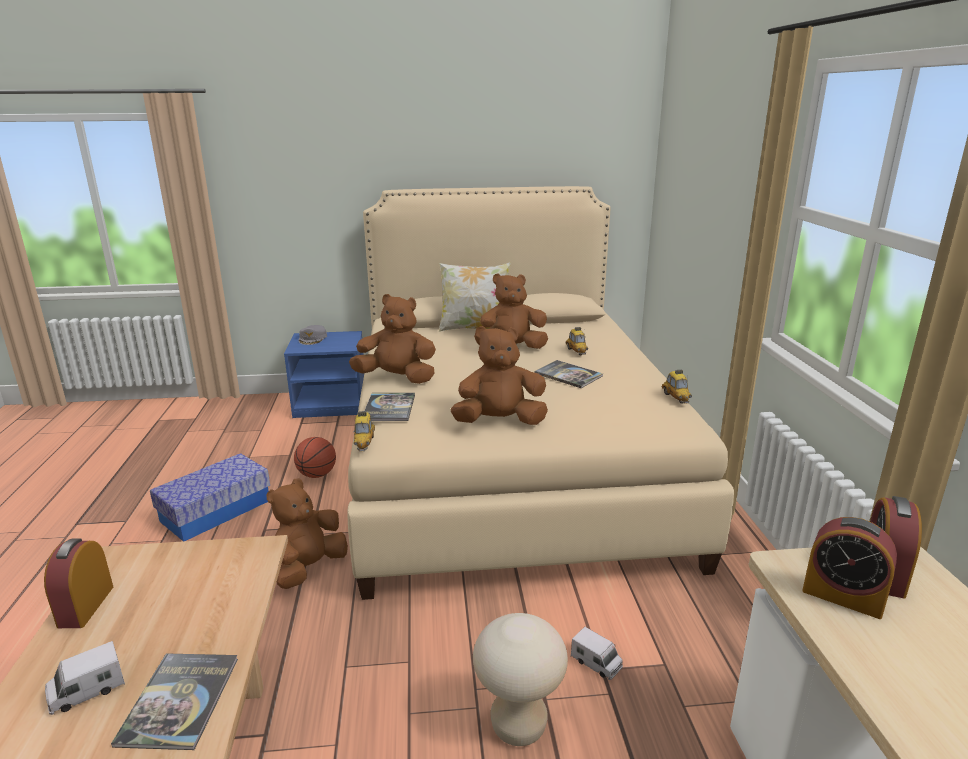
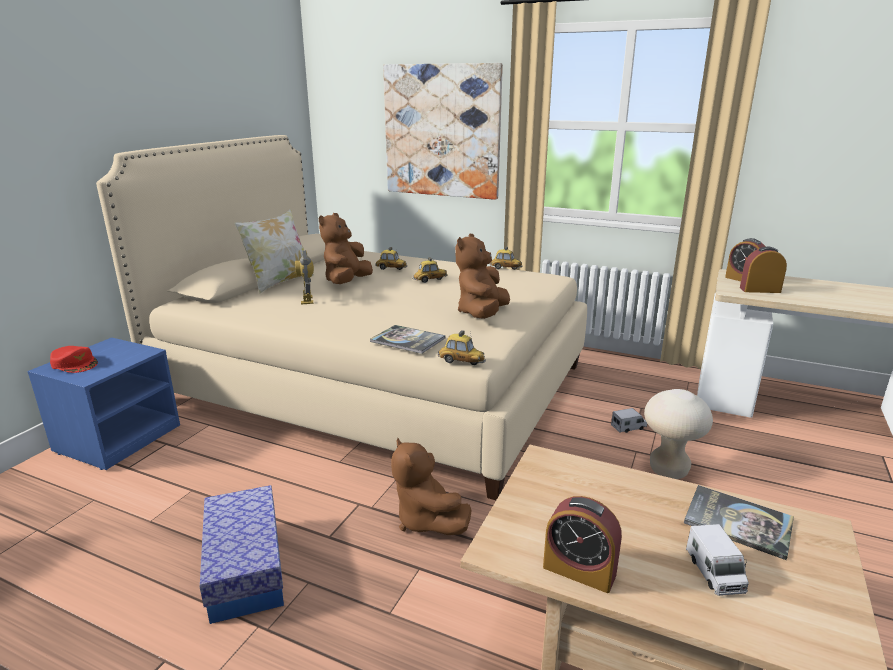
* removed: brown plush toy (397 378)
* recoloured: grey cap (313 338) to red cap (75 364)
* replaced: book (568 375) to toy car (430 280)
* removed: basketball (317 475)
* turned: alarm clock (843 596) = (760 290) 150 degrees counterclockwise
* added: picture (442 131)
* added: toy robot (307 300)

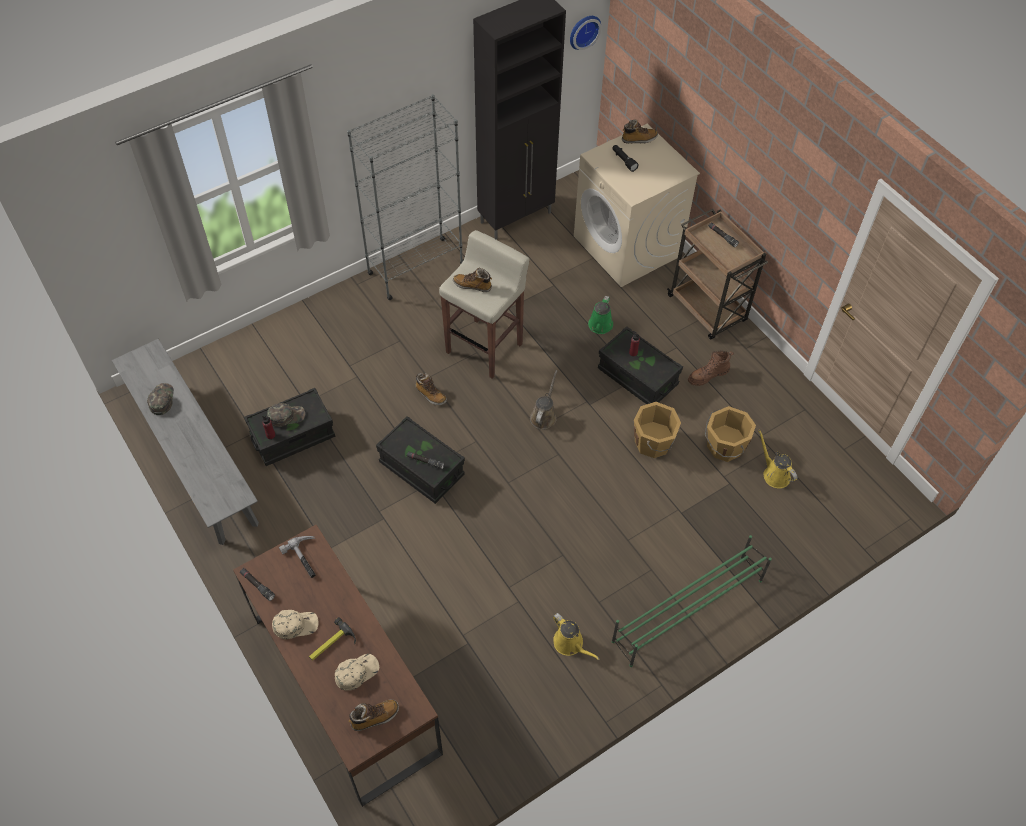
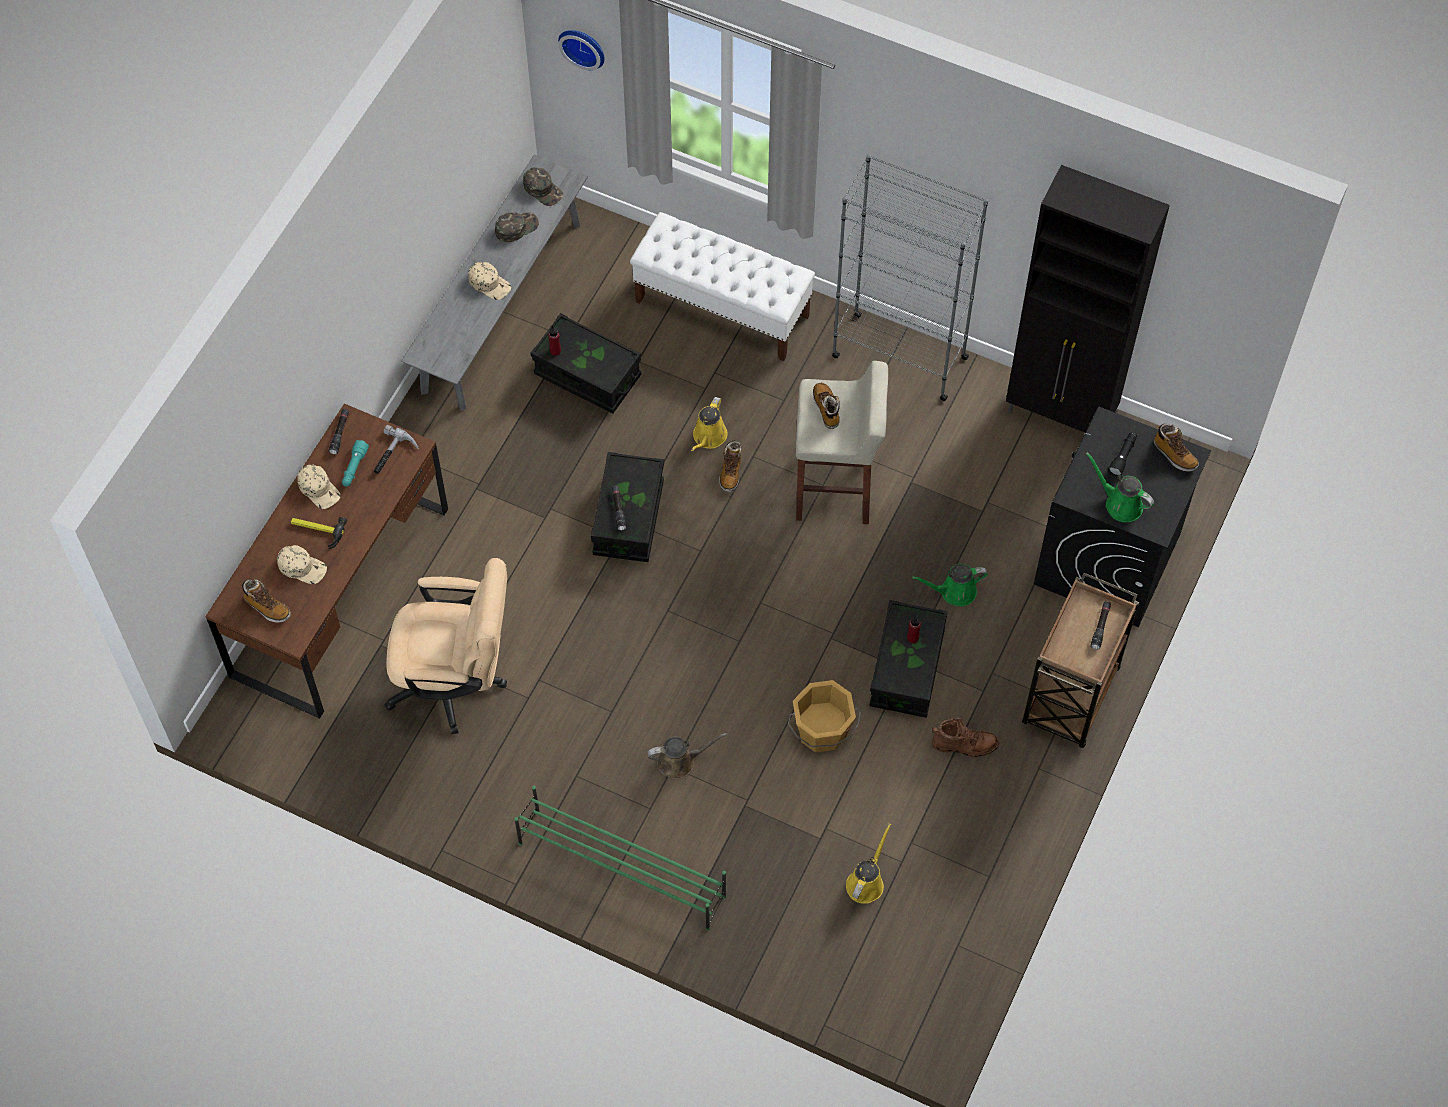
* moved: wall clock (583 31) to (583 46)
* recoloured: beige washing machine (628 246) to black washing machine (1107 560)
* turned: brown boot (708 375) = (964 745) 150 degrees clockwise
* moved: brown watering can (544 416) to (680 761)
* moved: green cap (286 416) to (543 189)
* removed: orange bucket (724 446)
* moved: yellow watering can (570 644) to (708 437)
* added: white bench (723 309)
* added: beige cap (489 283)
* added: turquoise flashlight (354 467)
* added: green watering can (1120 503)
* added: beige office chair (456 682)

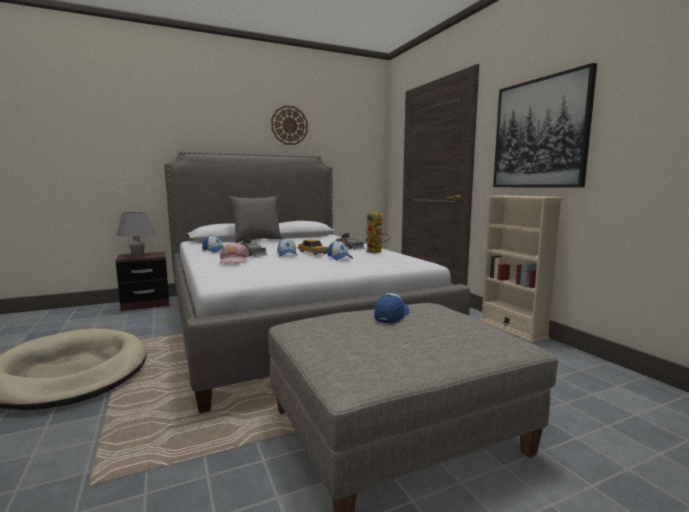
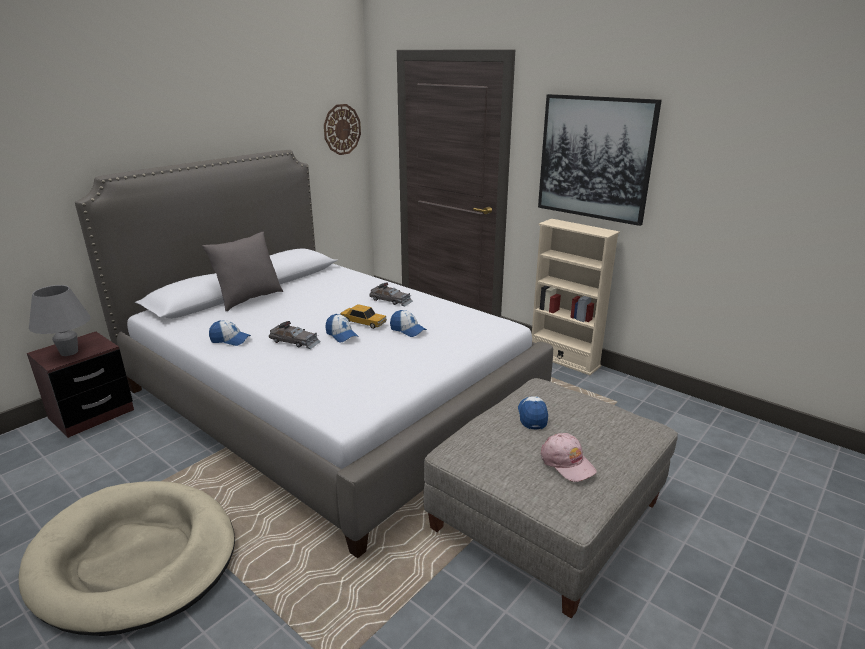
* moved: wall clock (289 125) to (342 129)
* removed: toy robot (377 252)
* moved: pink cap (234 260) to (567 463)

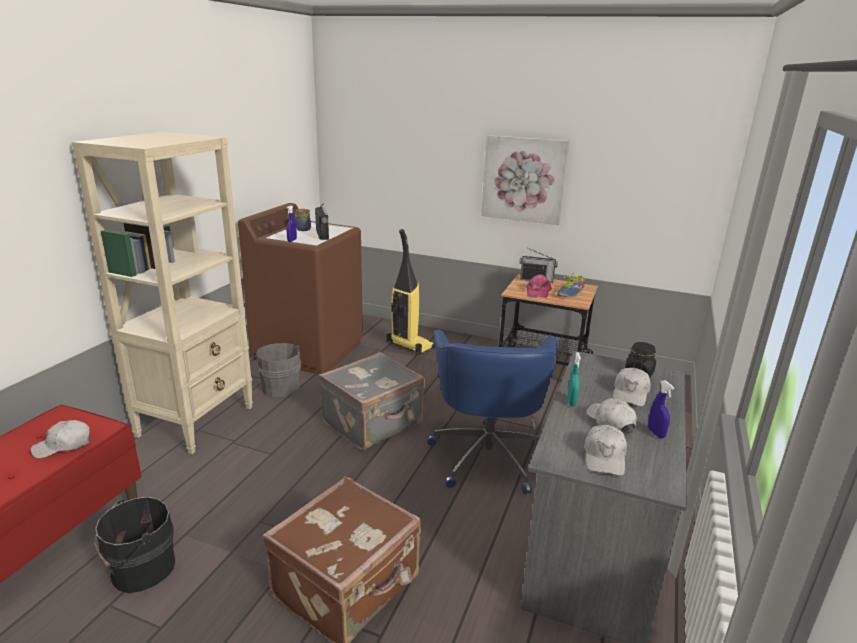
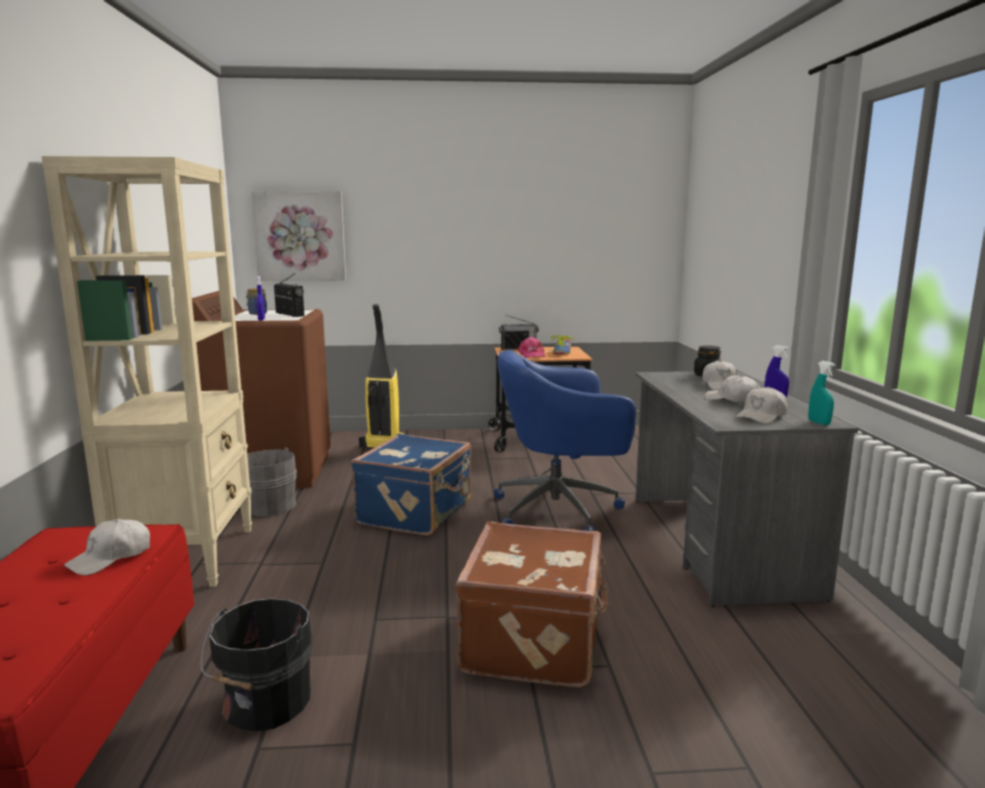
* moved: picture (524 179) to (300 236)
* turned: blue office chair (487 455) = (560 510) 105 degrees clockwise
* recoloured: grey suitcase (374 423) to blue suitcase (417 513)
* moved: turquoise spray bottle (571 402) to (819 423)
* turned: white cap (604 457) = (762 416) 60 degrees clockwise

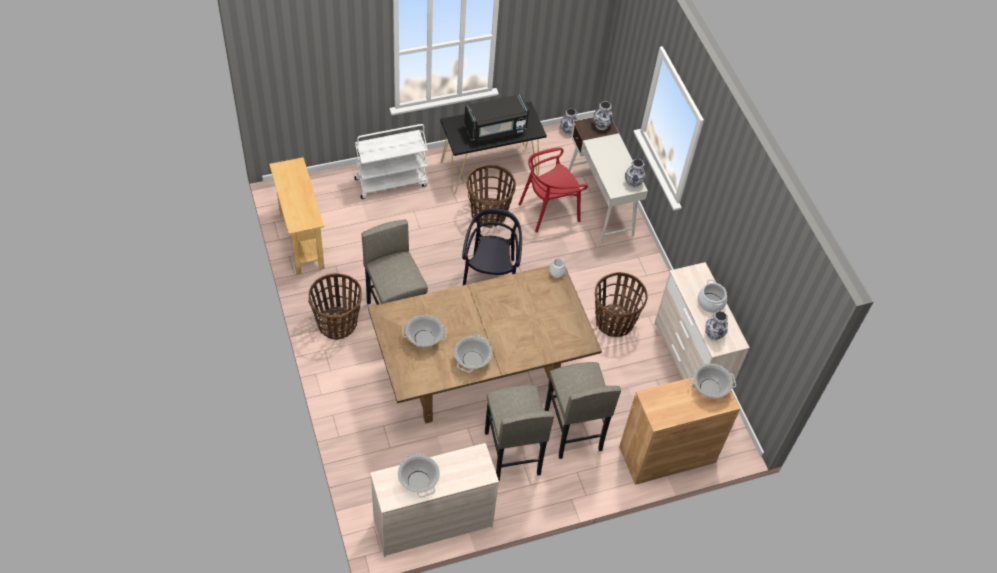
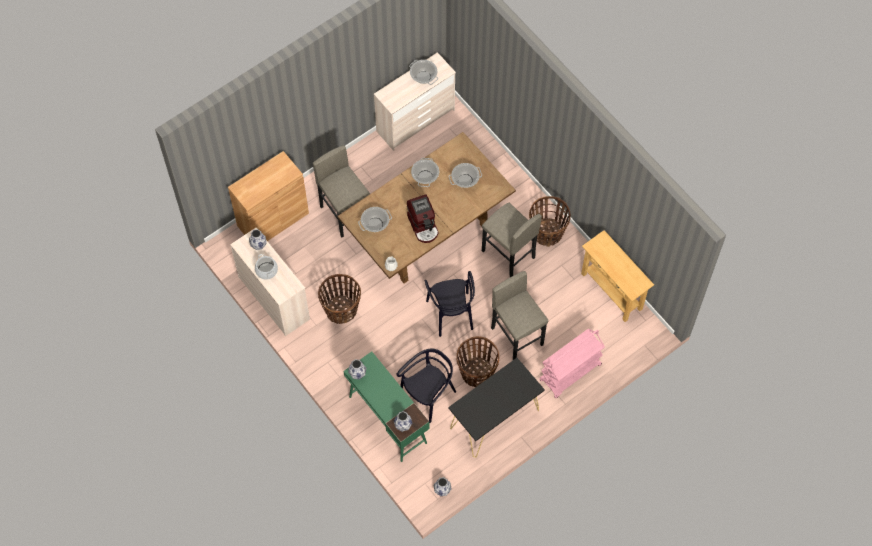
* removed: black microwave (495 129)
* recoloured: white desk (600 203) to green desk (387 419)
* recoloured: white cart (391 182) to pink cart (570 373)
* recoloured: red chair (549 210) to black chair (428 395)
* moved: cooking pot (709 388) to (375 224)
* moved: grey stool (512 453) to (517 336)
* added: coffee machine (423 225)

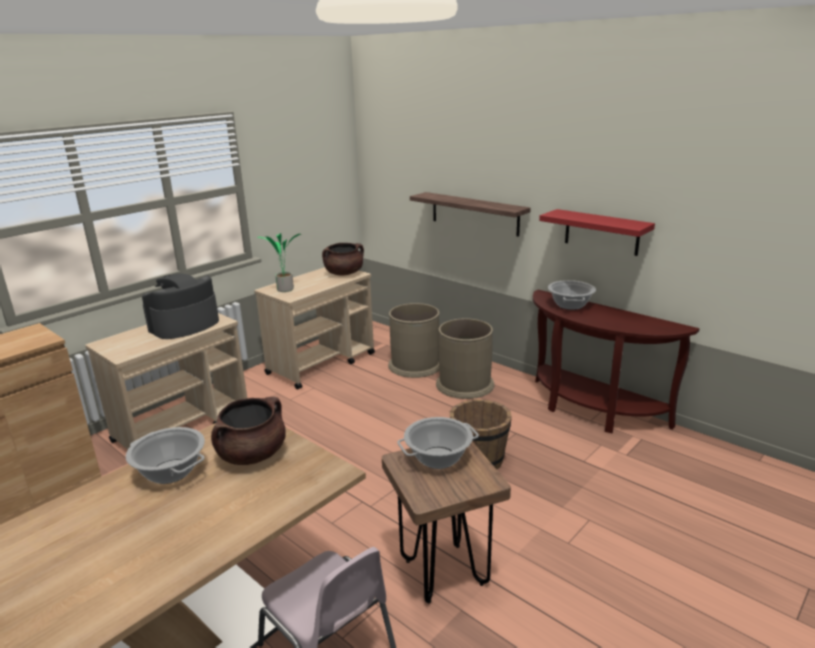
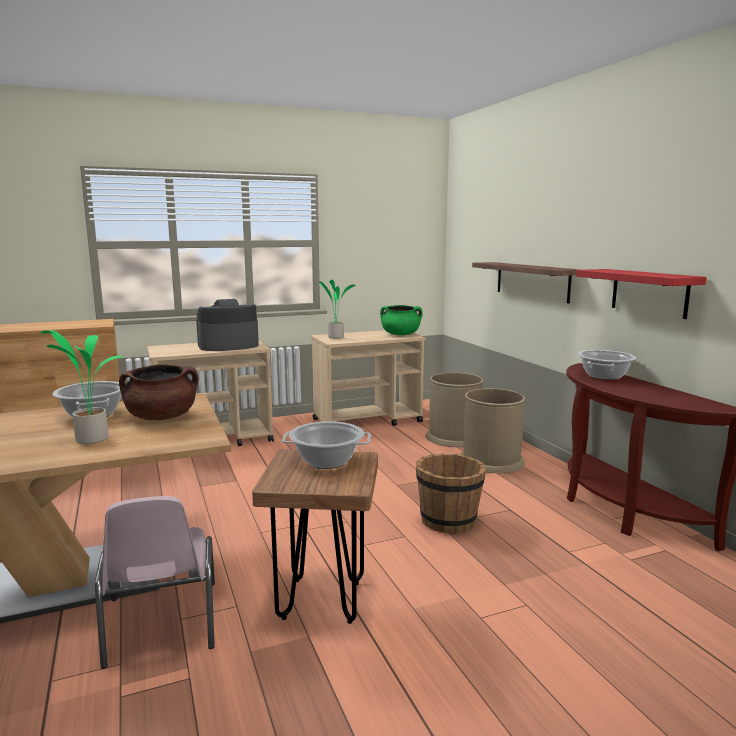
* recoloured: brown cooking pot (344 273) to green cooking pot (400 334)
* added: potted plant (91 439)

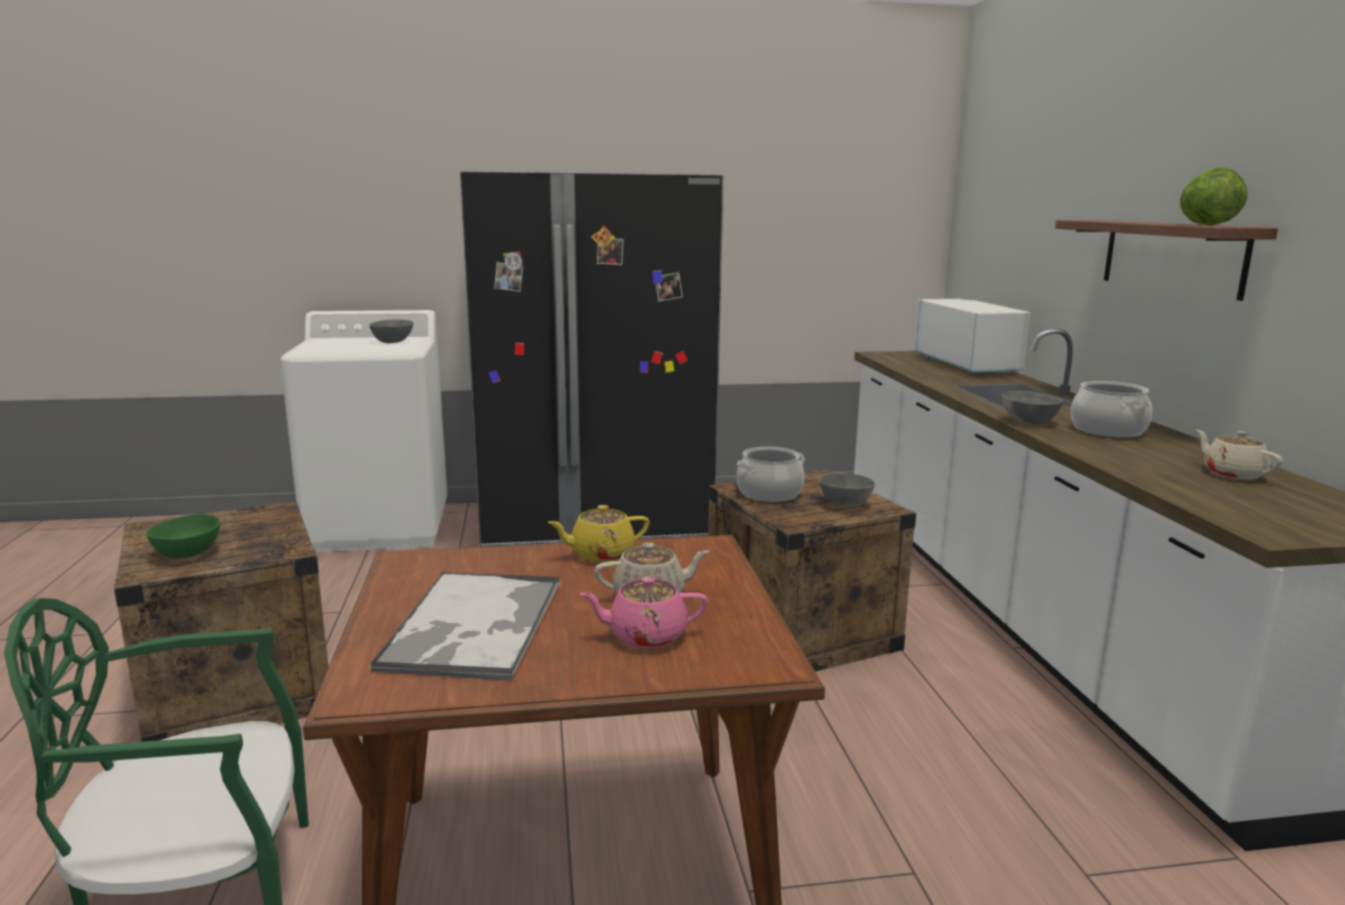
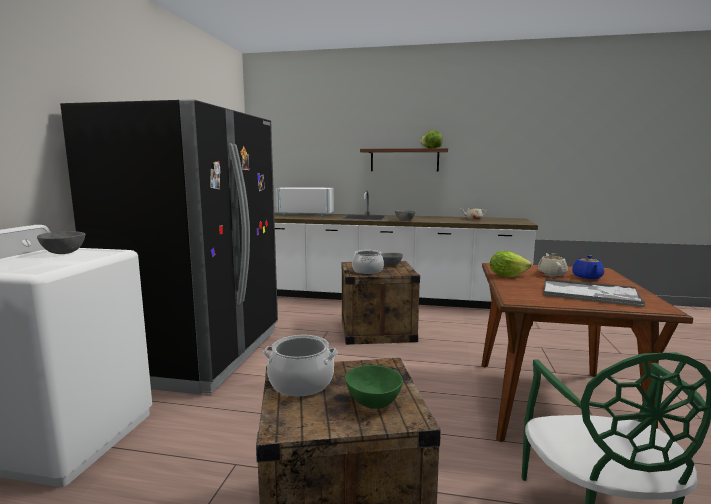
* moved: cooking pot (1107 430) to (301 383)
* replaced: yellow teapot (601 554) to lettuce (507 276)
* recoloured: pink teapot (645 635) to blue teapot (587 277)

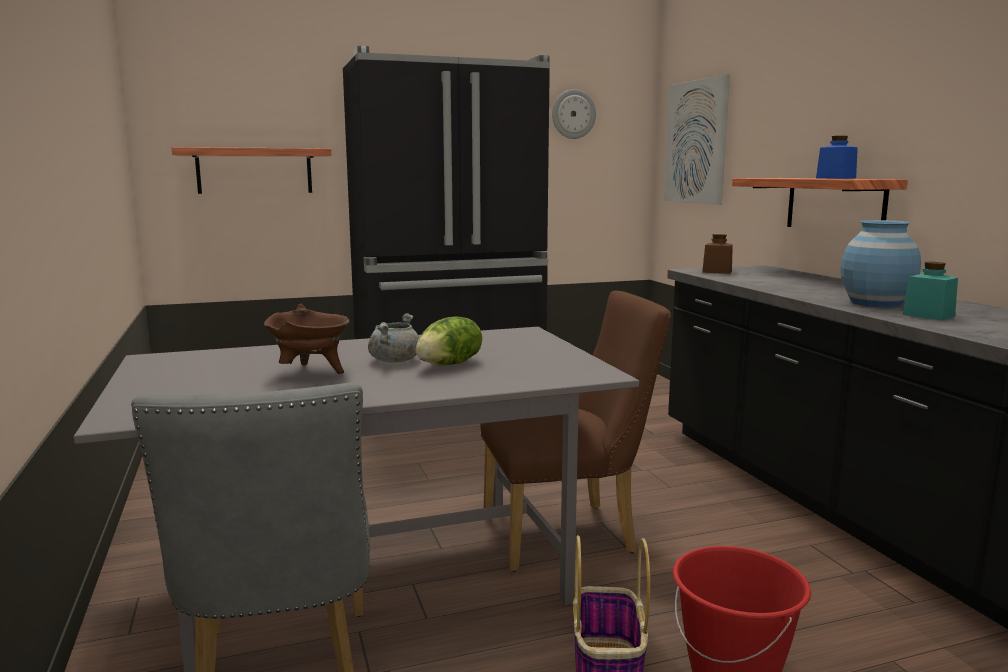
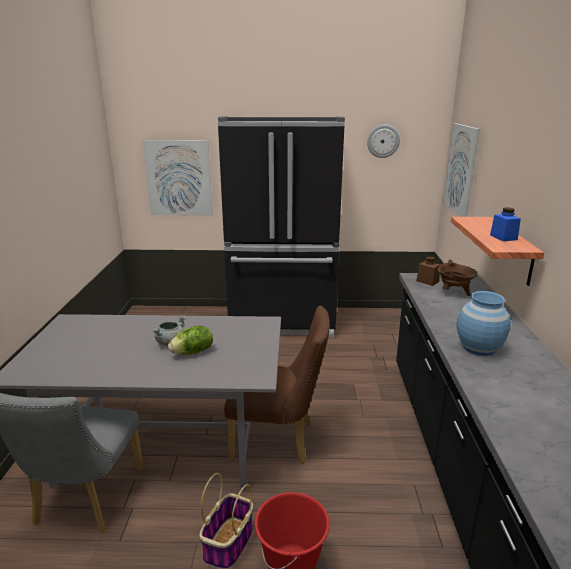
* replaced: shelf (254 171) to picture (178 178)
* removed: turquoise jar (928 315)
* moved: brown cooking pot (311 372) to (453 293)

